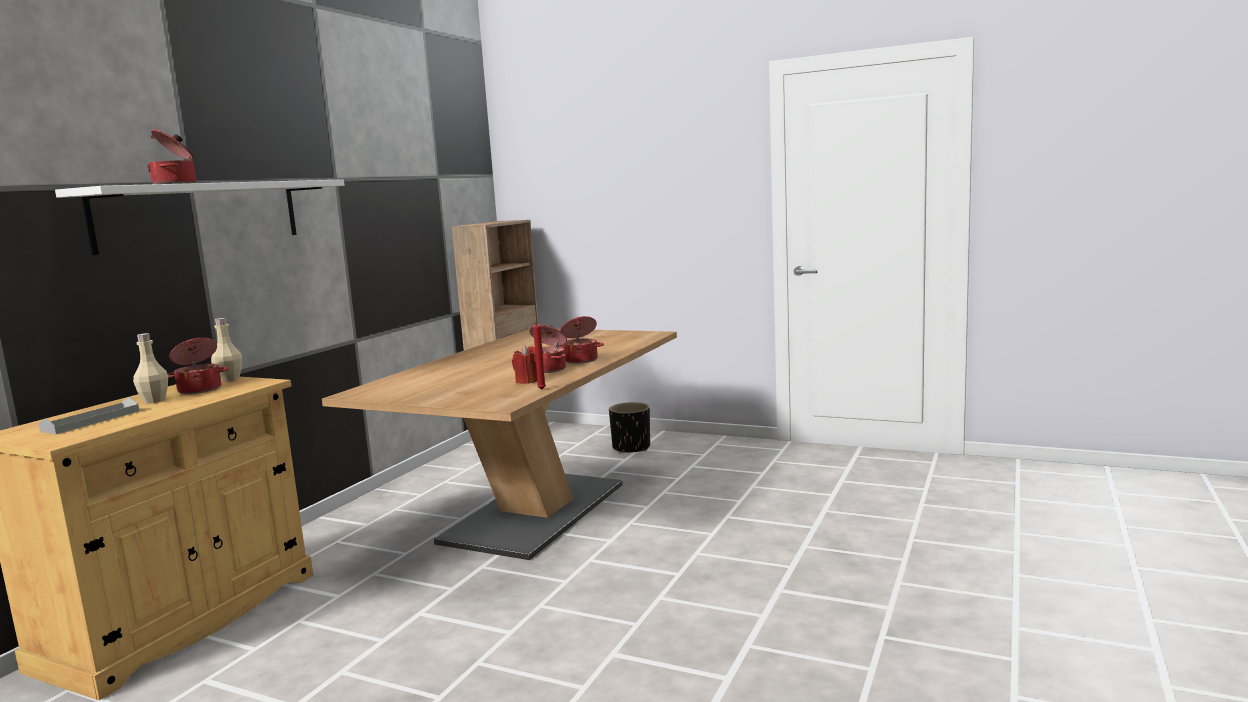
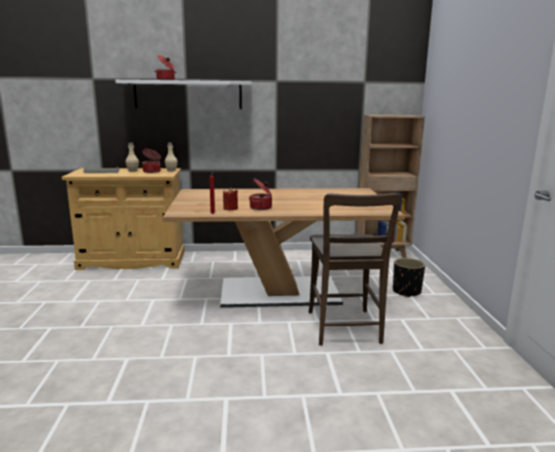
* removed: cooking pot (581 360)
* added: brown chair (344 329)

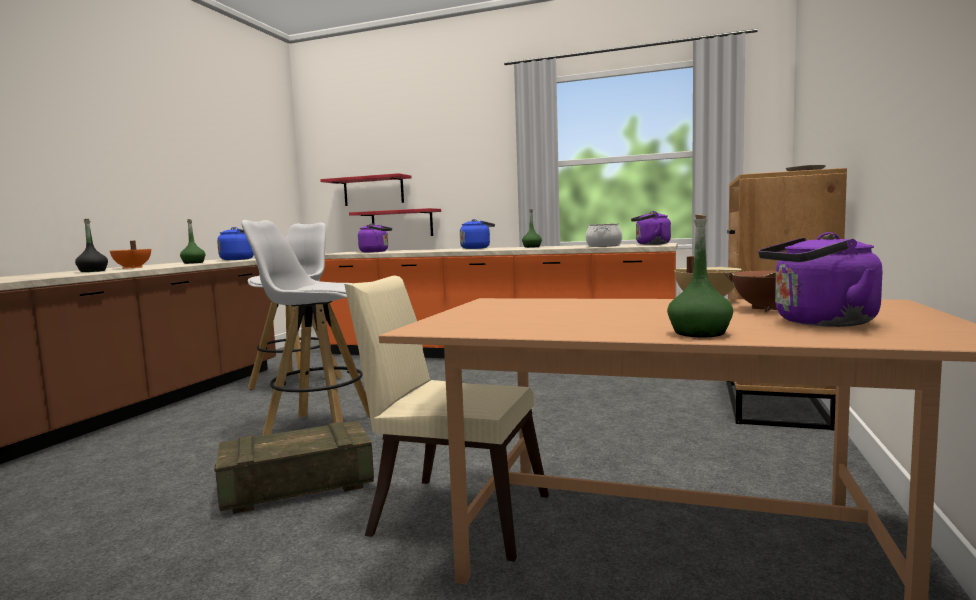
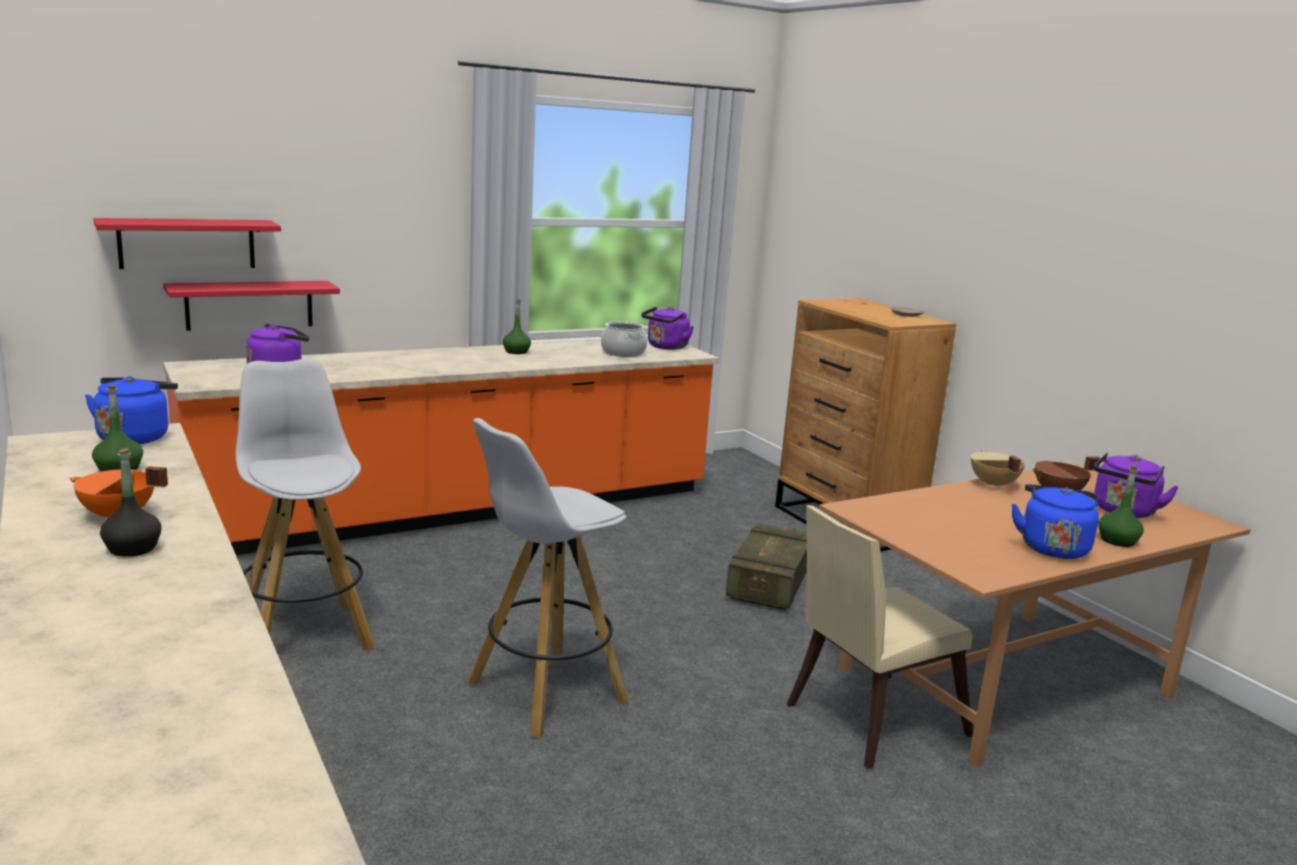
* moved: blue kettle (477 248) to (1052 547)
* moved: crate (297 487) to (769 584)

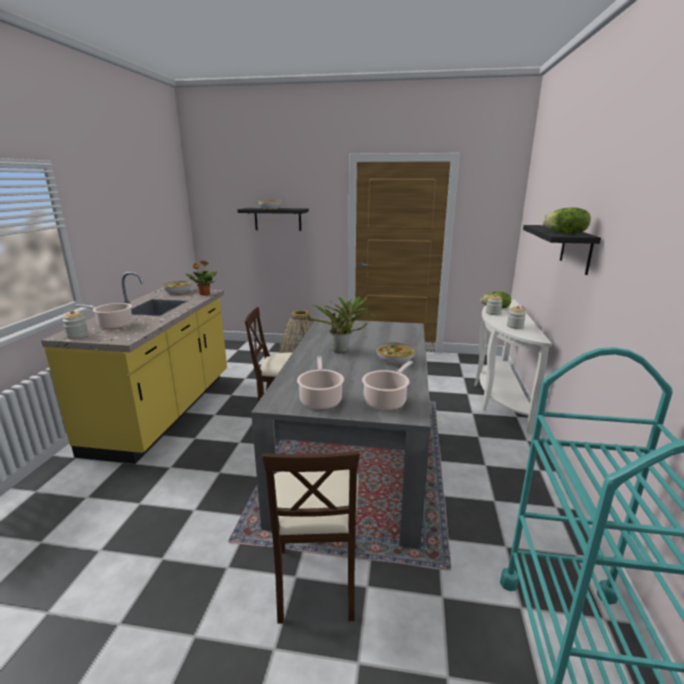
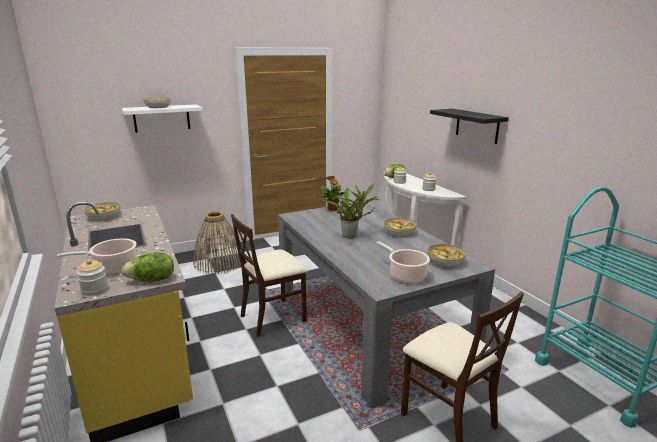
* moved: lettuce (565 233) to (152 280)
* recoloured: black shelf (277 219) to white shelf (161 118)
* moved: potted plant (204 294) to (332 209)
* replaced: cooking pot (386 401) to bowl (445 262)

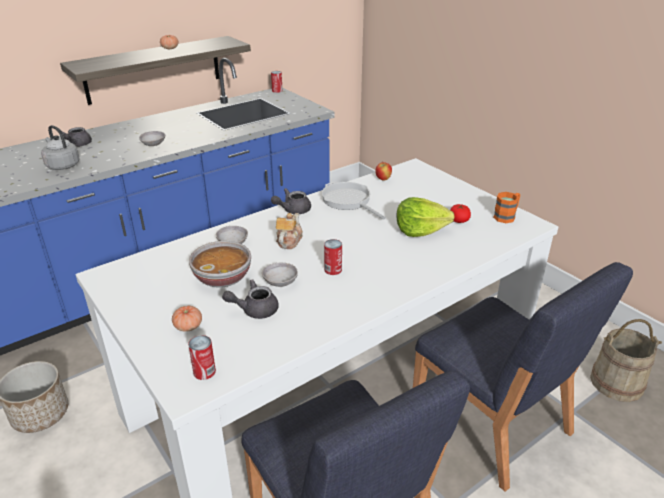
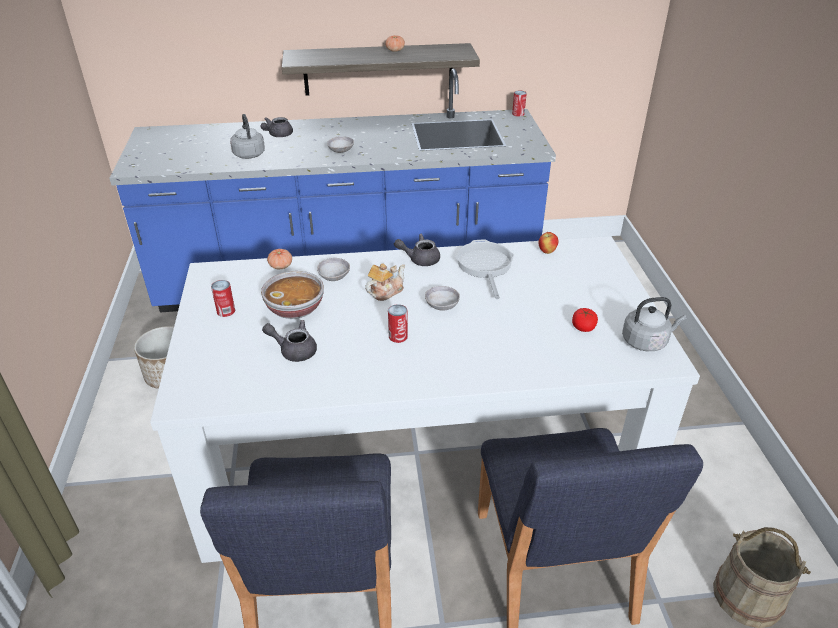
* replaced: orange mug (507 216) to grey kettle (646 341)
* removed: lettuce (420 230)
* moved: grey bowl (280 282) to (442 306)
* moved: tomato (188 326) to (280 266)
* moved: can (204 371) to (226 311)

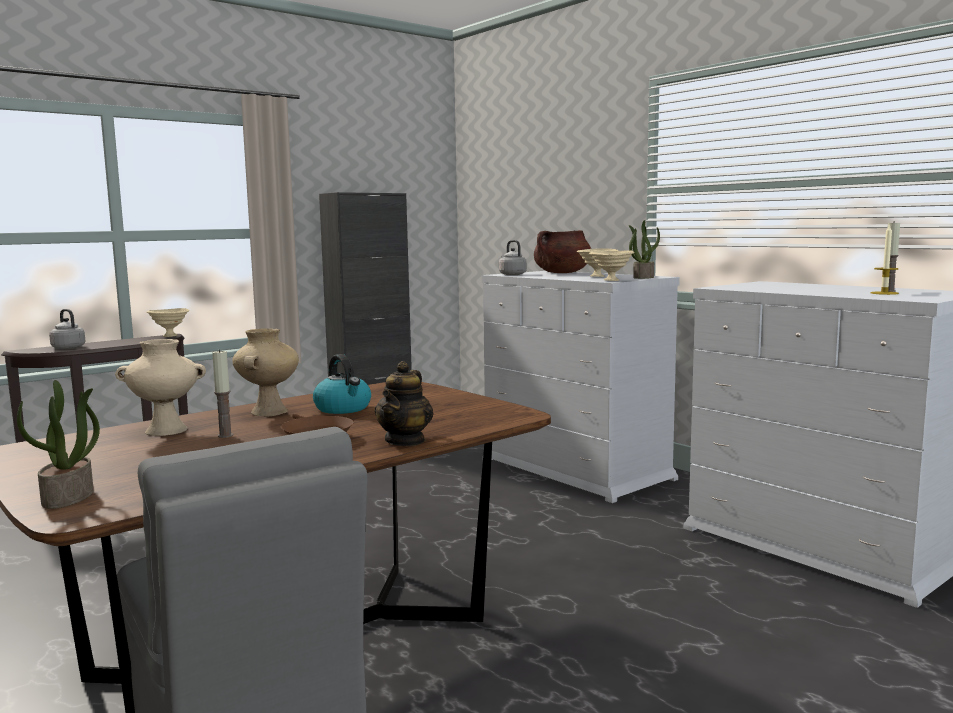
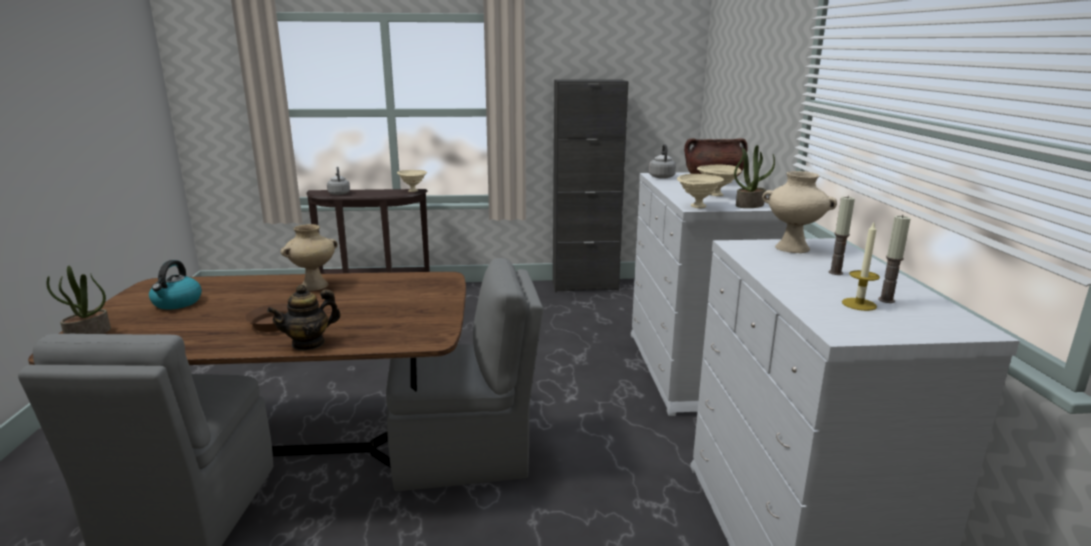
* moved: beige vase (167 430) to (793 248)
* moved: candle (225 435) to (835 273)
* moved: kettle (343 408) to (177 303)
* added: grey chair (464 455)

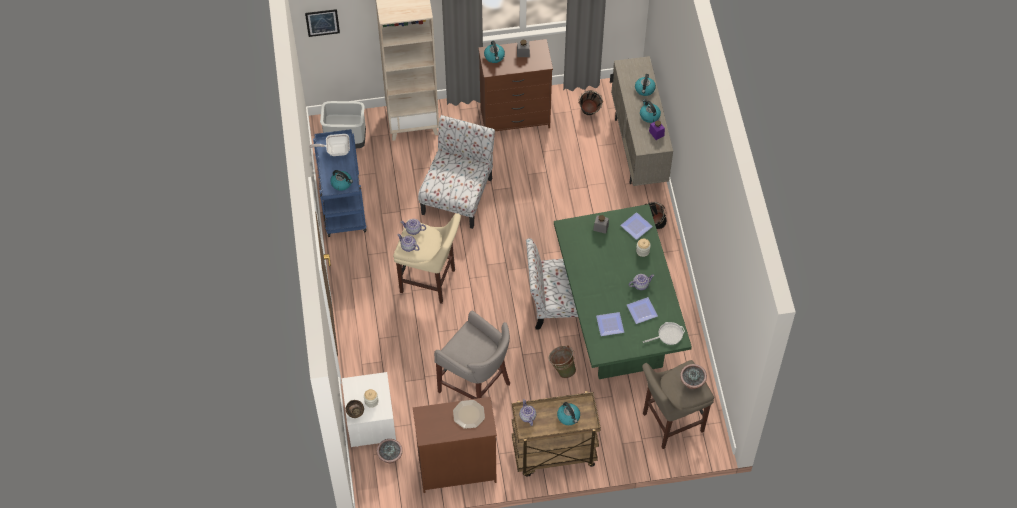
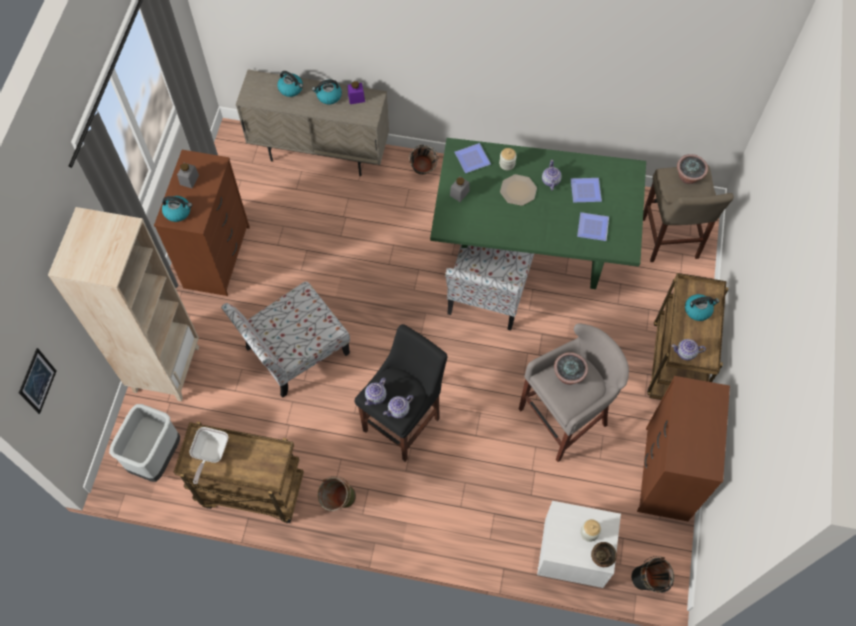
* moved: black bucket (589 114) to (649 581)
* turned: chair (458 194) = (295 352) 75 degrees counterclockwise
* recoloured: blue cart (342 206) to brown cart (250 491)
* removed: kettle (342 183)
* recoloured: beige stool (430 282) to black stool (404 422)
* removed: frying pan (668 335)
* moved: green bucket (562 369) to (338 501)
* moved: plate (468 414) to (517 190)
* moved: potted plant (390 457) to (568 375)

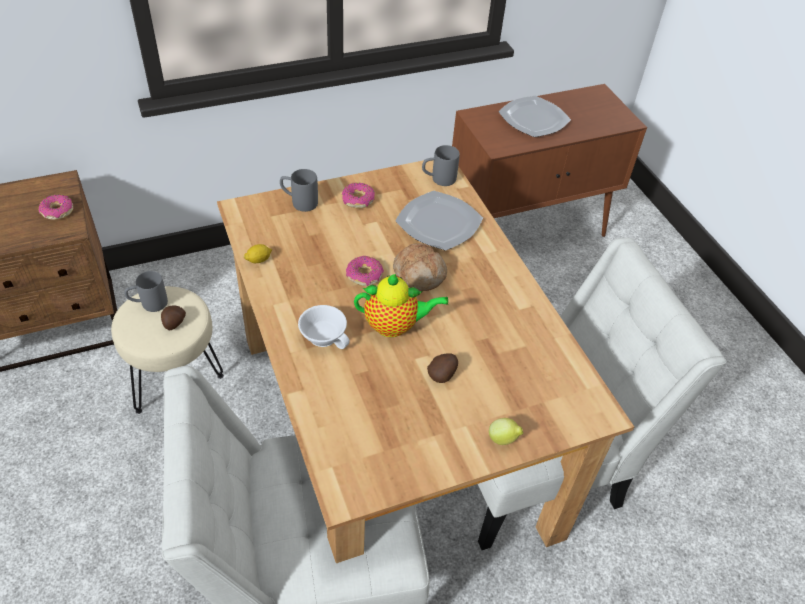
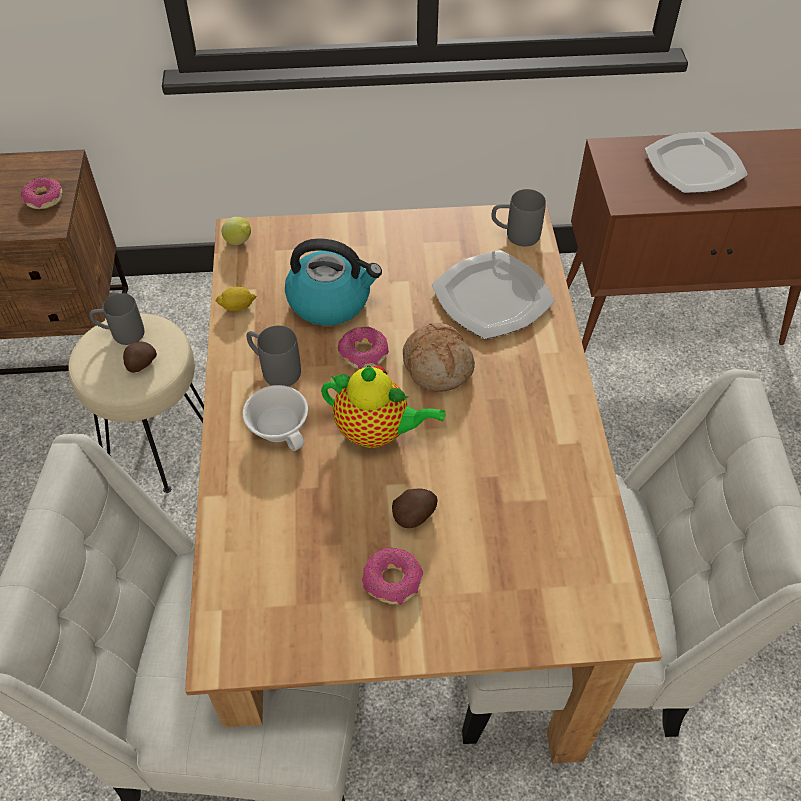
* moved: grey mug (299 202) to (274 369)
* moved: donut (358 200) to (392 581)
* moved: lemon (503 439) to (239 242)
* added: kettle (331 301)

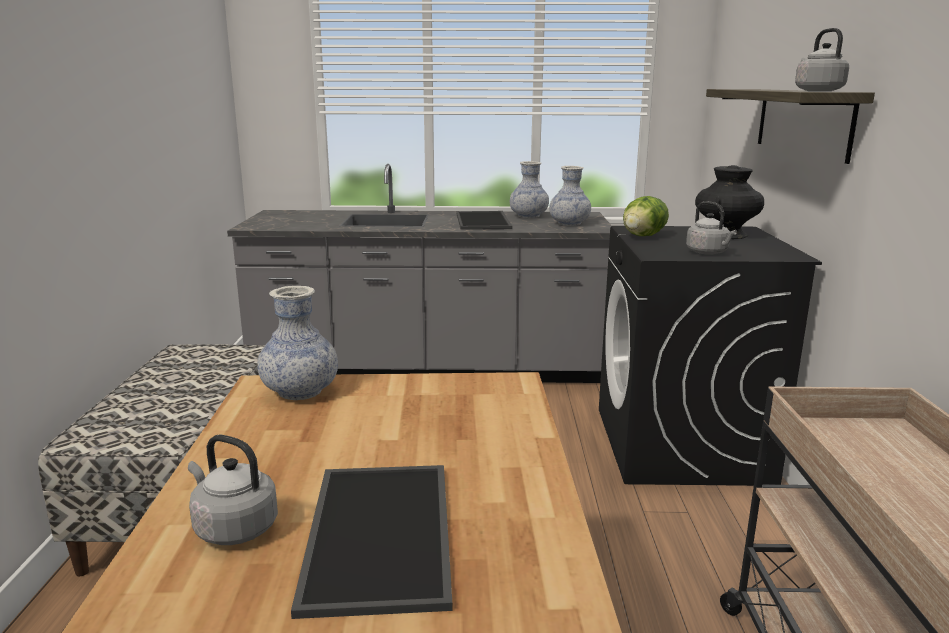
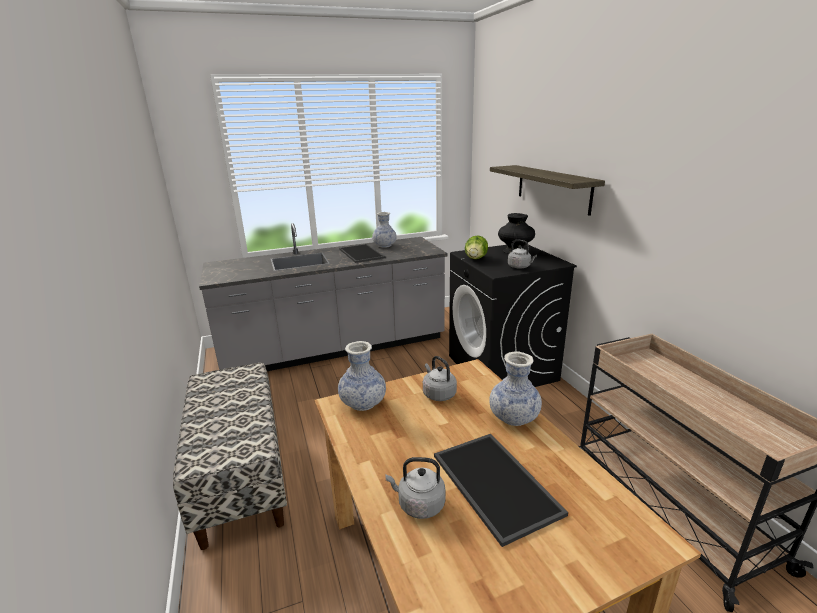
* moved: grey kettle (817 91) to (438 394)
* moved: vase (569 224) to (513 417)

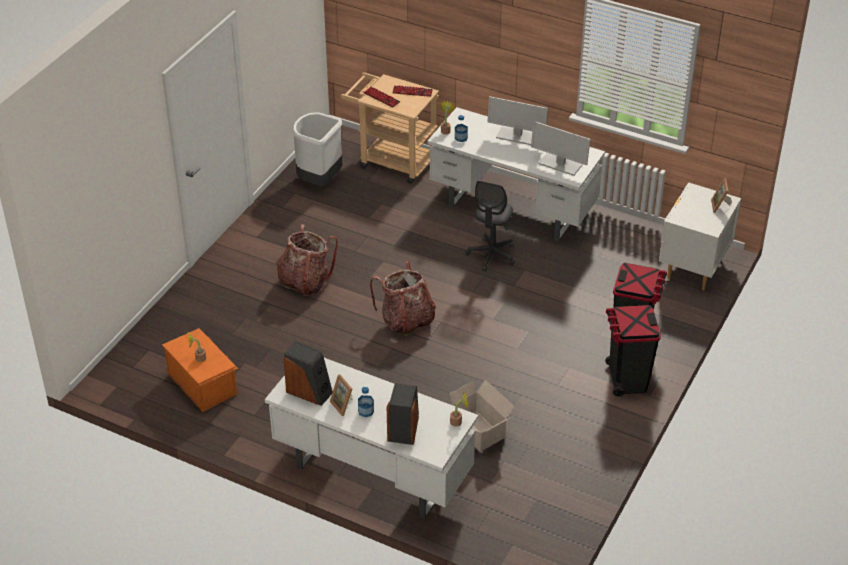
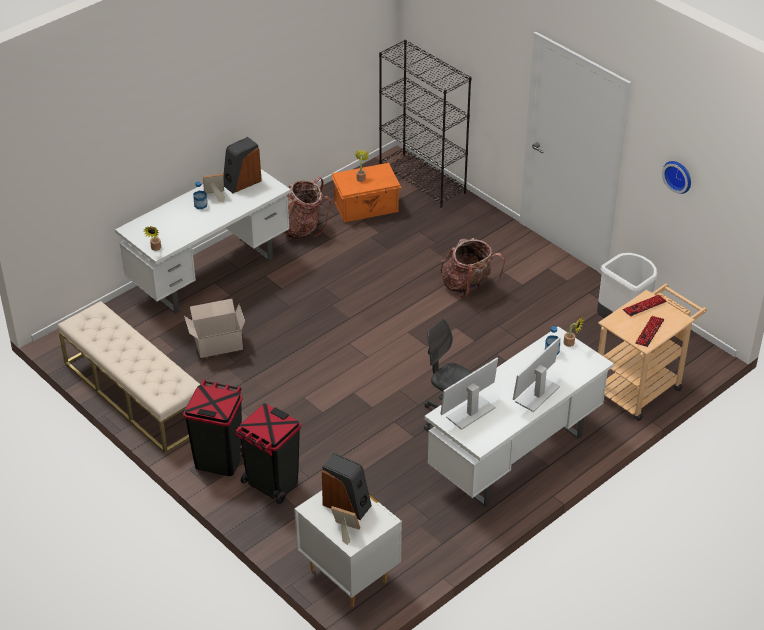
* moved: backpack (406 321) to (302 228)
* moved: speaker (404 428) to (347 504)
* added: black bookcase (423 180)
* added: wall clock (678 175)
* added: beige bench (134 394)

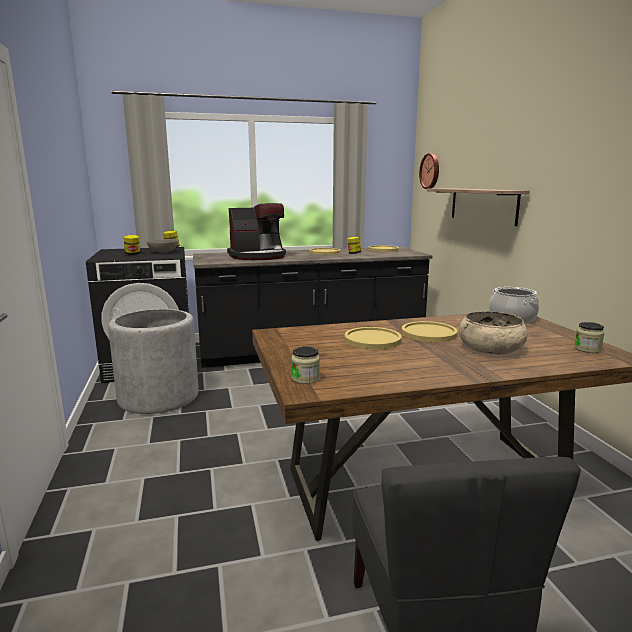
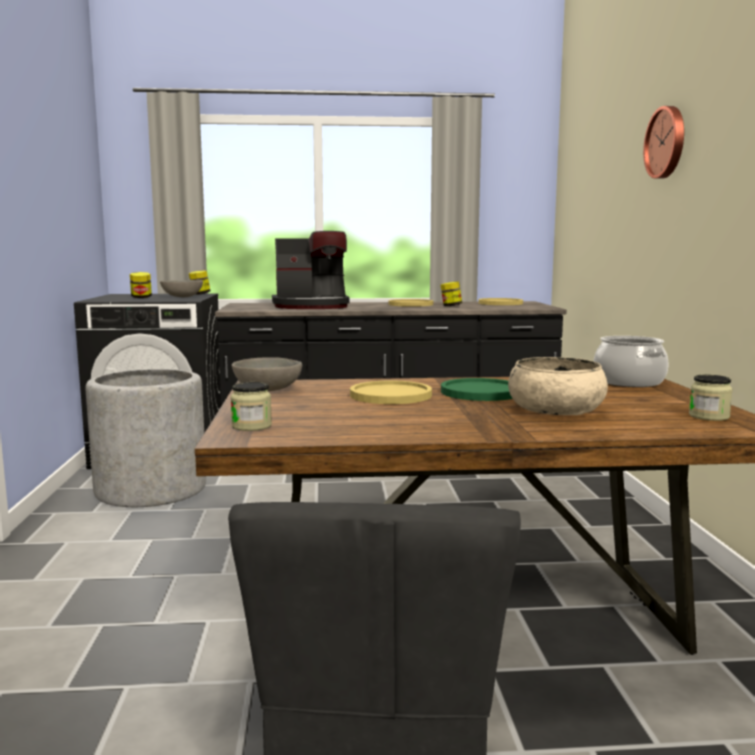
* moved: wall clock (430 171) to (667 142)
* removed: shelf (482 205)
* recoloured: yellow plate (429 333) to green plate (481 392)
* added: grey bowl (269 389)

